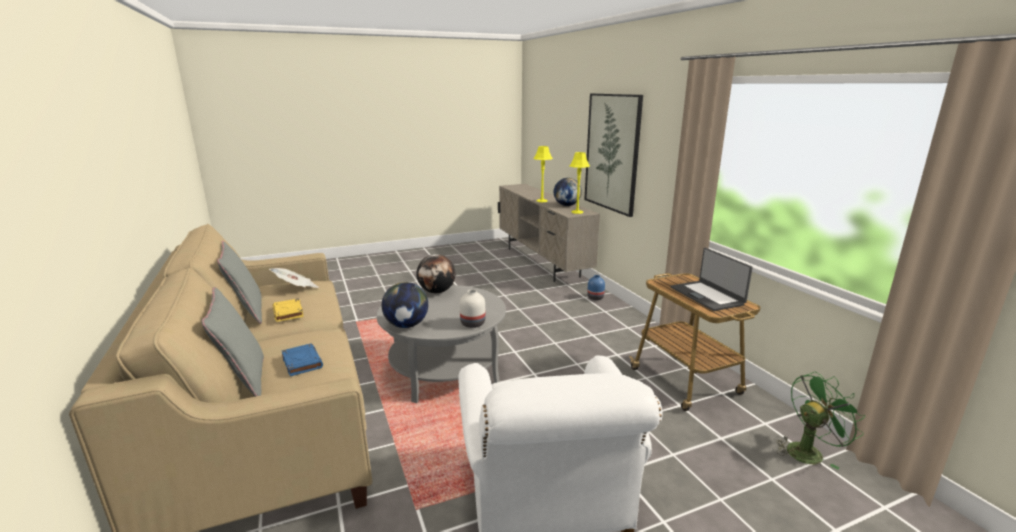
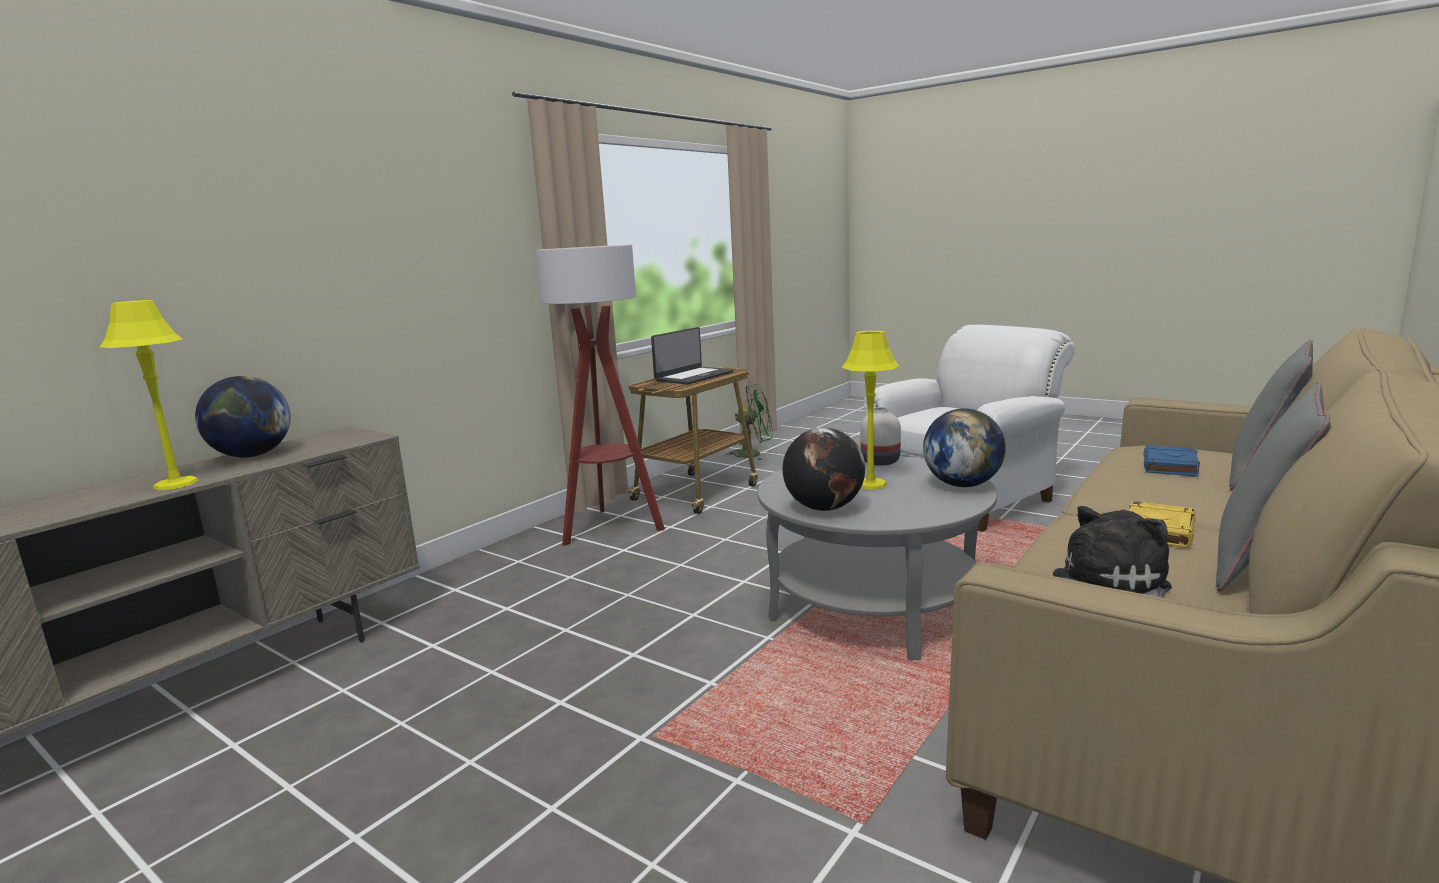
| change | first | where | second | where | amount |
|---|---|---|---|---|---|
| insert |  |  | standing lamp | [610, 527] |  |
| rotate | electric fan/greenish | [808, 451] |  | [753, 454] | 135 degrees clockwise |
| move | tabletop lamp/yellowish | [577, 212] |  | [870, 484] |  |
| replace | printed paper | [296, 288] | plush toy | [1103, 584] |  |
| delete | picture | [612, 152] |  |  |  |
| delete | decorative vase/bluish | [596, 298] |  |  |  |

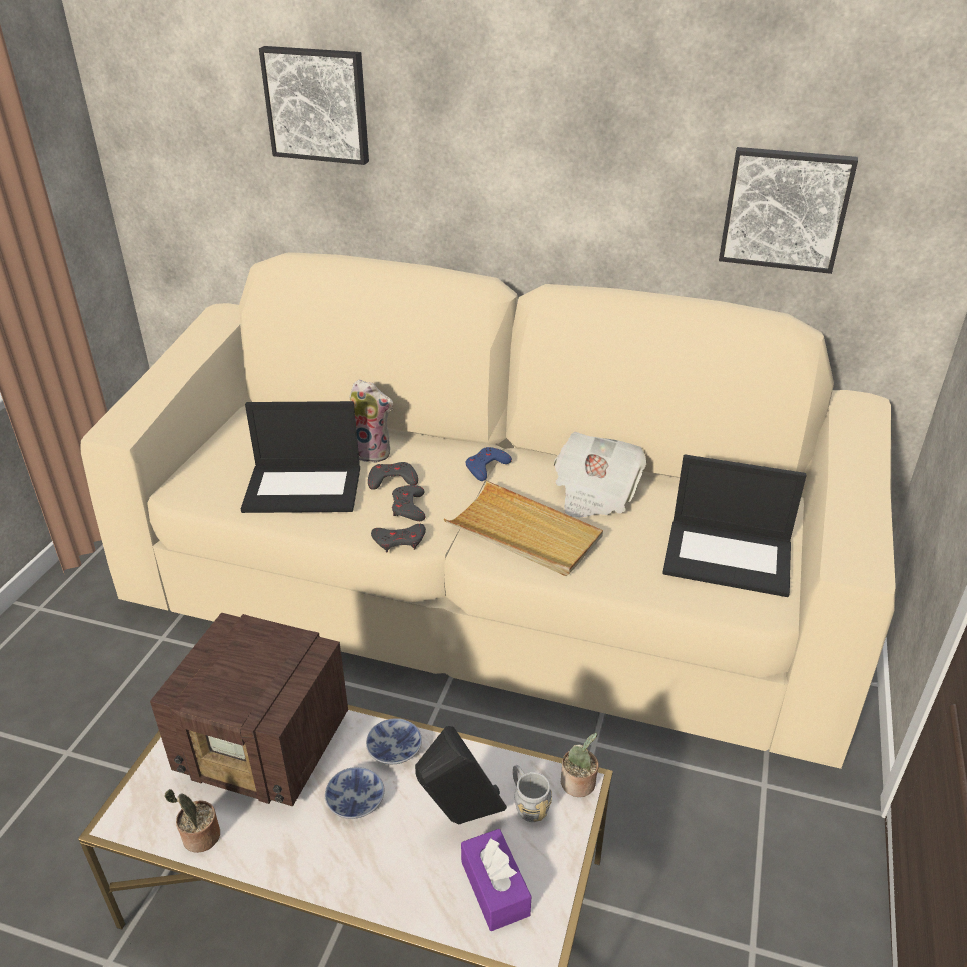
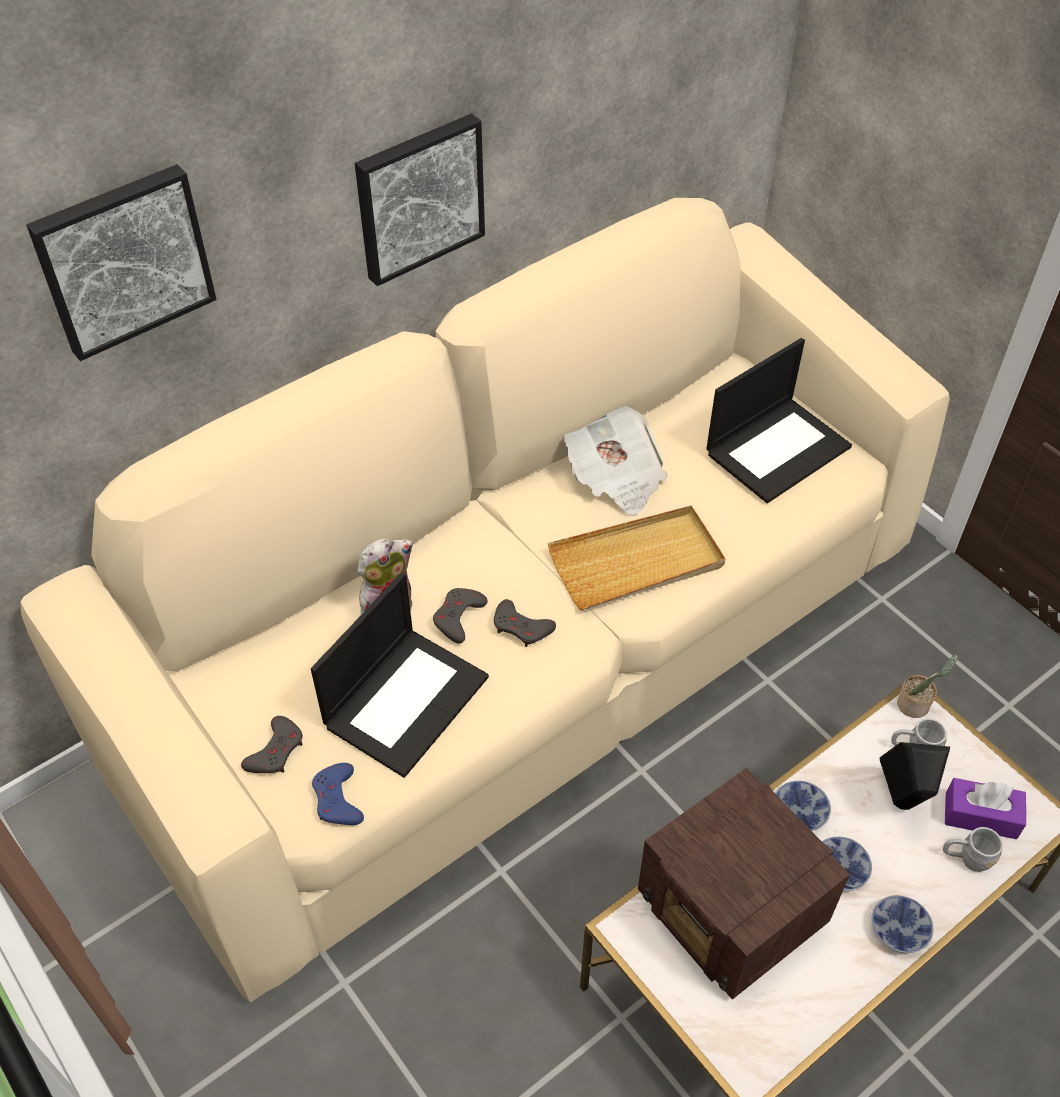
| change | first | where | second | where | amount |
|---|---|---|---|---|---|
| move | gamepad/greyish | [399, 541] |  | [276, 751] |  |
| move | gamepad/bluish | [486, 467] |  | [338, 799] |  |
| move | picture | [785, 209] |  | [418, 197] |  |
| rotate | radio receiver | [266, 747] |  | [732, 913] | 90 degrees clockwise |
| insert |  |  | serving bowl | [901, 930] |  |
| insert |  |  | coffee mug/greyish | [967, 858] |  |
| delete | potted plant | [199, 838] |  |  |  |

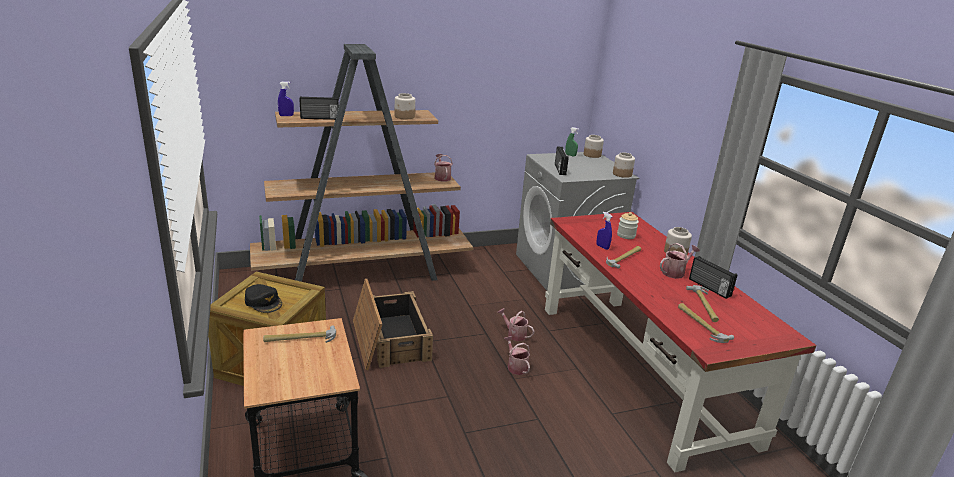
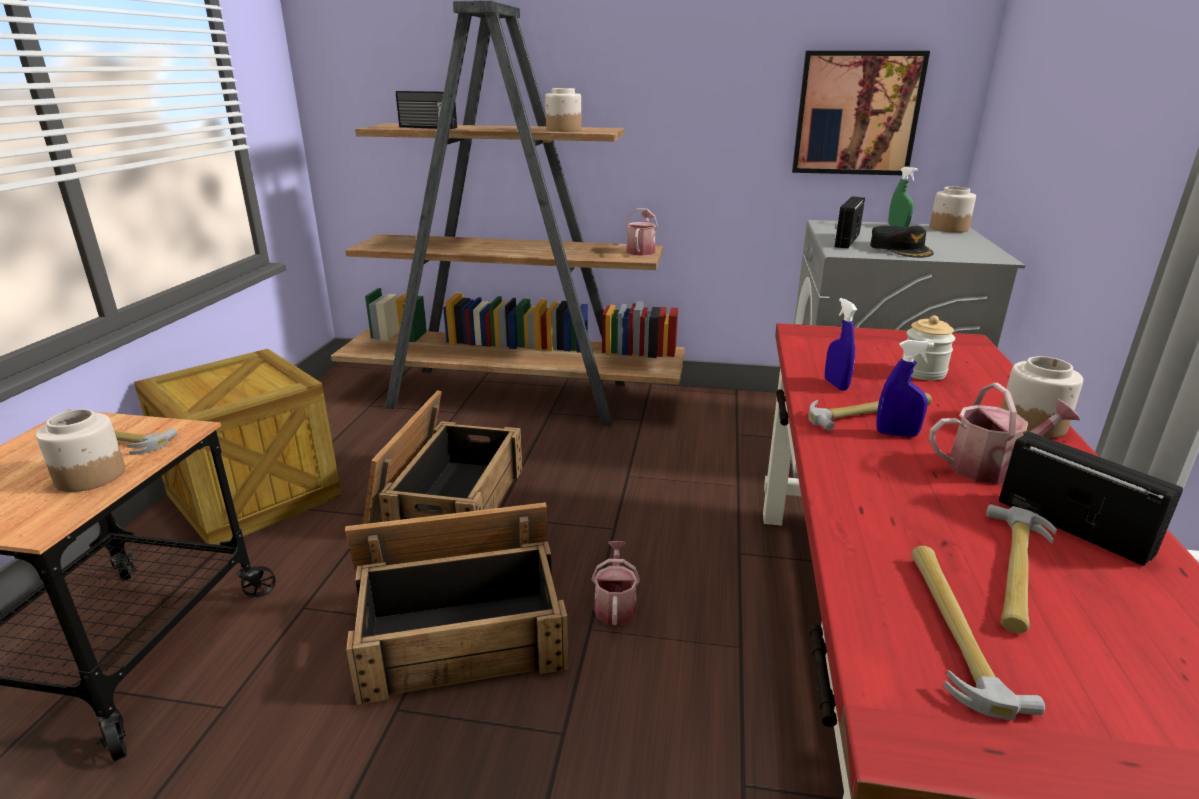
| change | first | where | second | where | amount |
|---|---|---|---|---|---|
| move | storage jar | [622, 174] |  | [89, 476] |  |
| insert |  |  | packing crate | [462, 629] |  |
| insert |  |  | picture | [856, 113] |  |
| move | peaked cap/black | [263, 302] |  | [900, 249] |  |
| move | sprayer/bluish | [286, 115] |  | [896, 434] |  |
| rotate | radio receiver | [709, 288] |  | [1073, 526] | 150 degrees clockwise |
| delete | sprinkling can | [514, 334] |  |  |  |

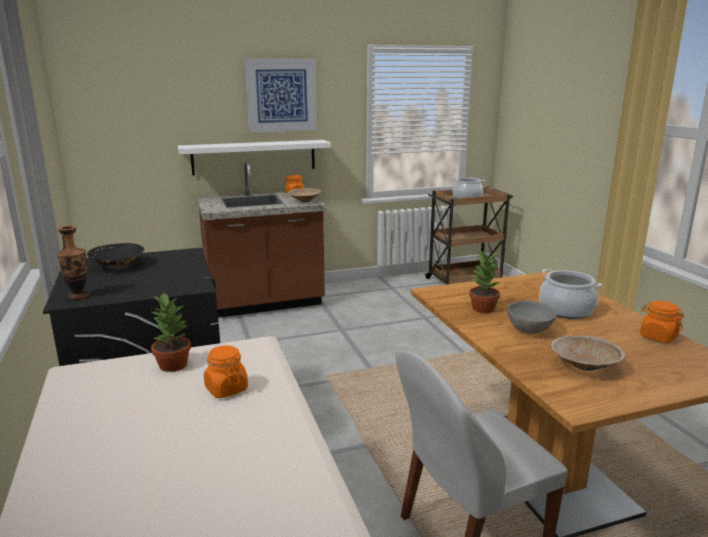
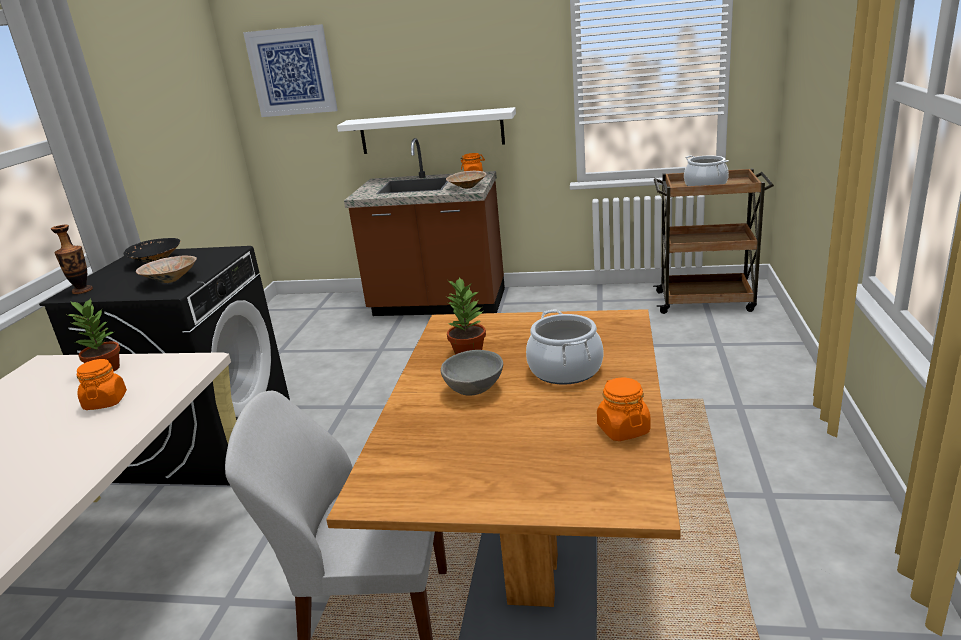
| change | first | where | second | where | amount |
|---|---|---|---|---|---|
| move | serving bowl/beige-coloured | [583, 366] |  | [171, 280] |  |
| move | picture | [281, 95] |  | [292, 71] |  |

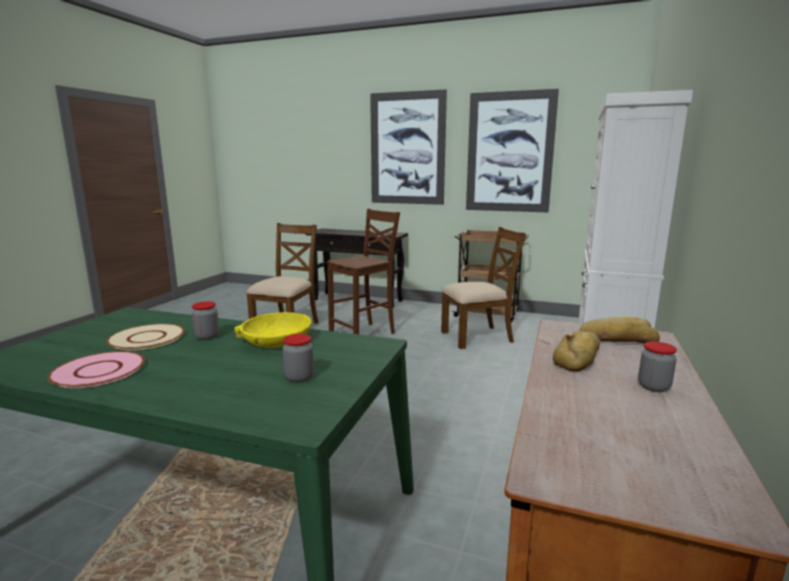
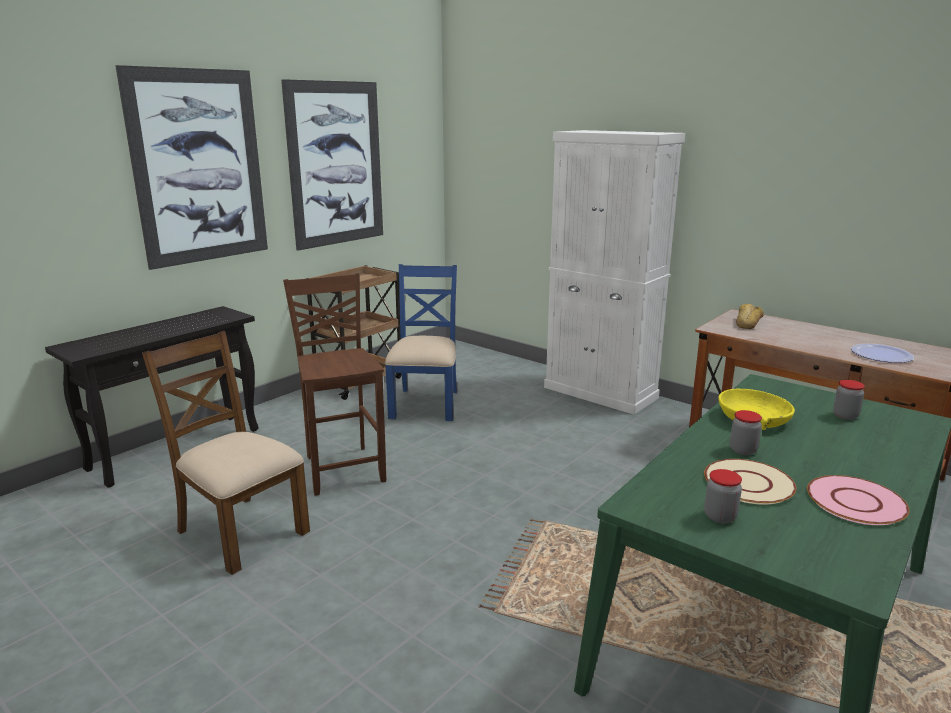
| change | first | where | second | where | amount |
|---|---|---|---|---|---|
| recolor | plain chair/brown-coloured | [478, 337] | plain chair/bluish | [425, 404] |  |
| move | storage jar | [653, 387] |  | [720, 516] |  |
| insert |  |  | flat dish | [881, 355] |  |
| delete | bakery bread | [579, 357] |  |  |  |

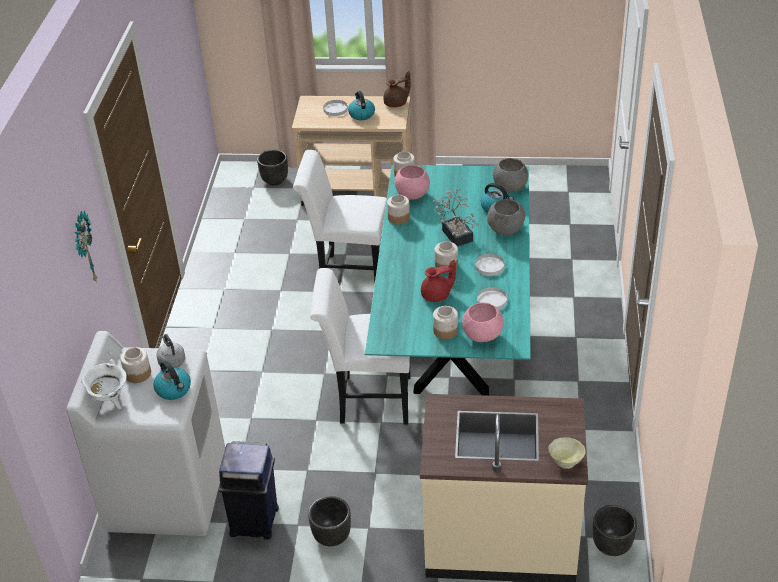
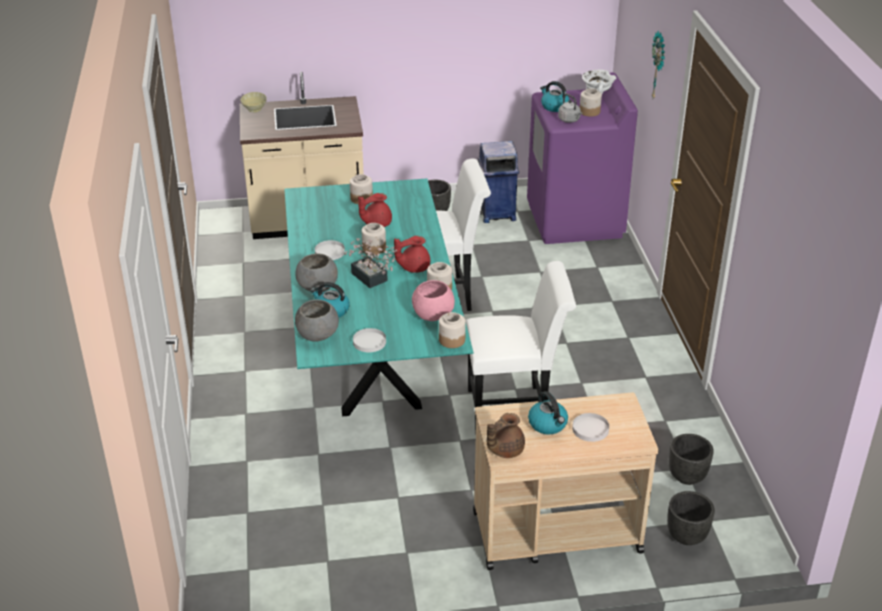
| change | first | where | second | where | amount |
|---|---|---|---|---|---|
| move | flat dish/whitish | [491, 300] |  | [369, 342] |  |
| insert |  |  | pot for tea/red | [413, 267] |  |
| recolor | laundry machine/whitish | [167, 493] | laundry machine/purplish | [575, 220] |  |
| move | flower pot/black | [611, 545] |  | [687, 476] |  |
| delete | serving bowl/pink | [482, 335] |  |  |  |

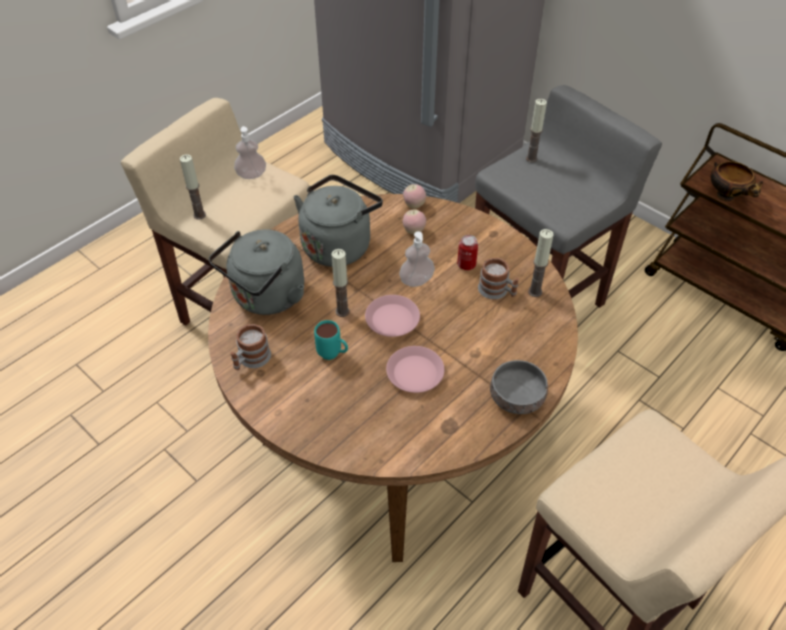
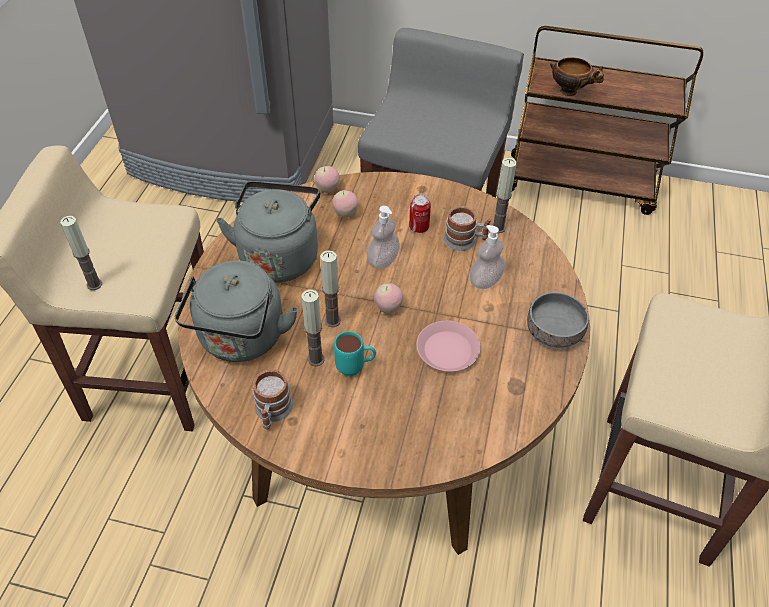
| change | first | where | second | where | amount |
|---|---|---|---|---|---|
| move | wax candle | [531, 158] |  | [316, 359] |  |
| replace | flat dish/pink | [392, 320] | apple | [388, 308] |  |
| move | liquid soap bottle | [251, 175] |  | [485, 281] |  |

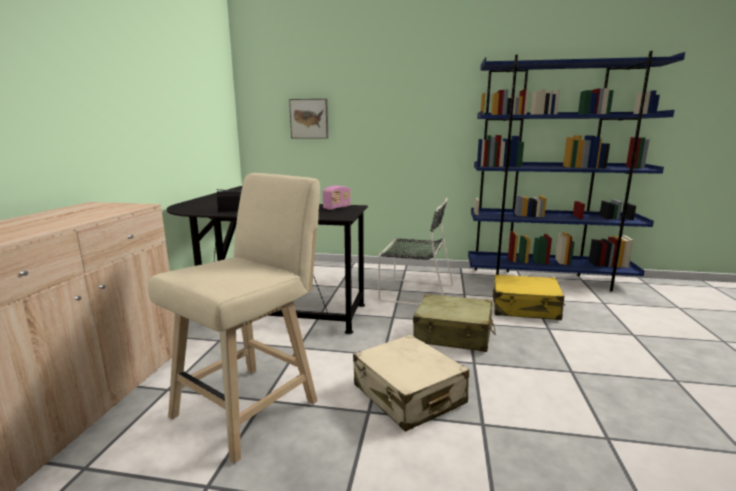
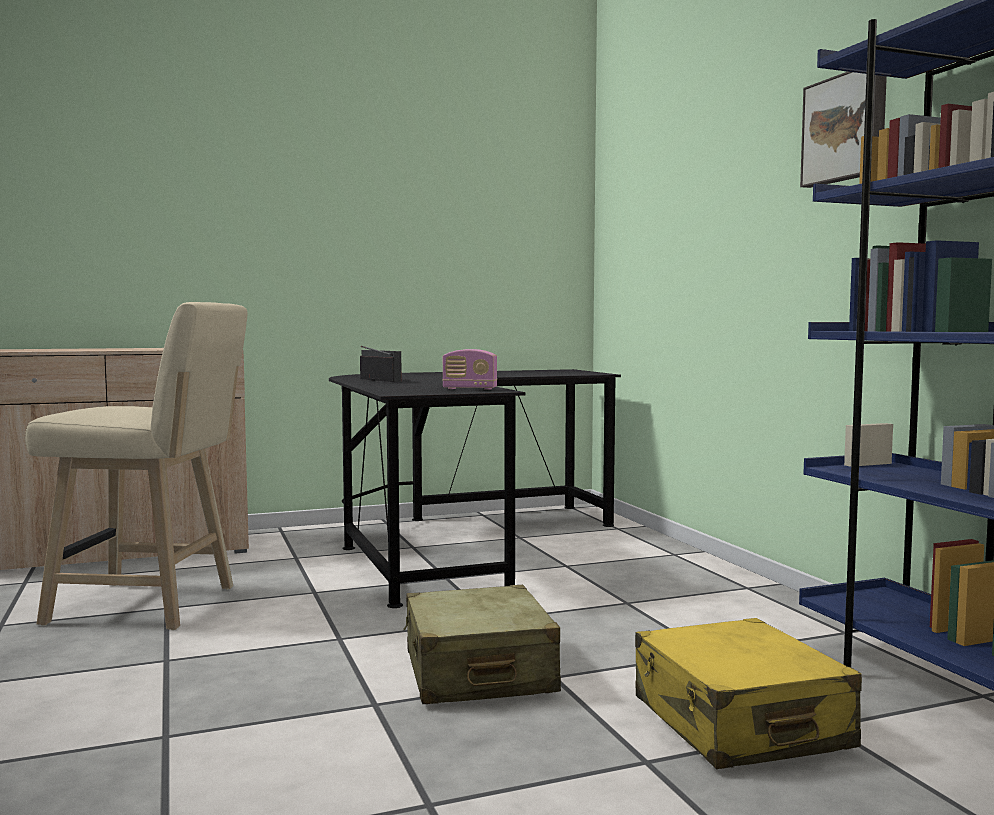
| change | first | where | second | where | amount |
|---|---|---|---|---|---|
| move | picture | [309, 119] |  | [846, 128] |  |
| delete | travel case/beige-coloured | [408, 394] |  |  |  |
| delete | plain chair/black | [414, 292] |  |  |  |

